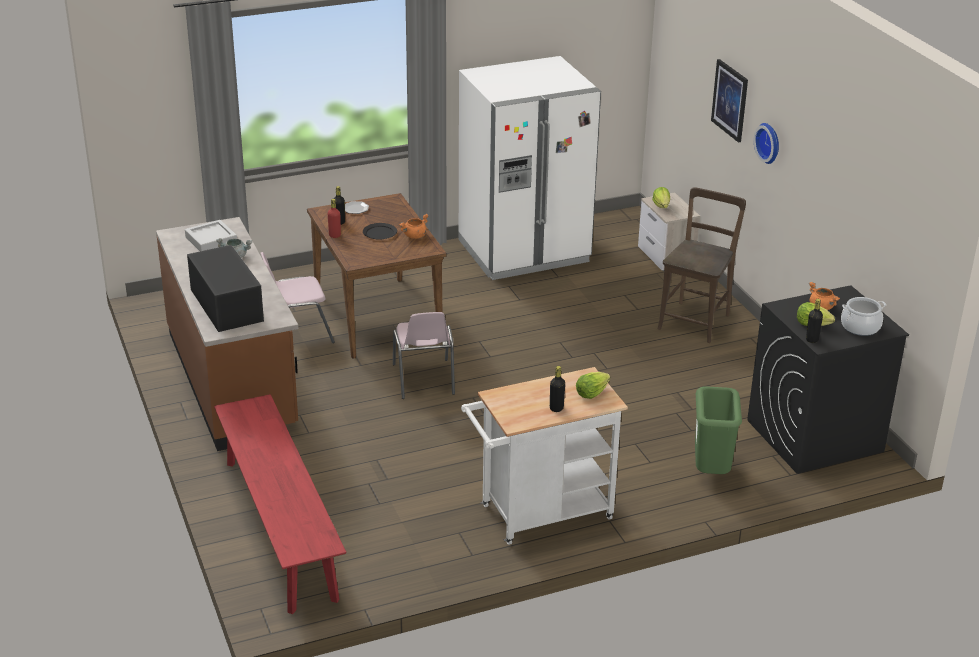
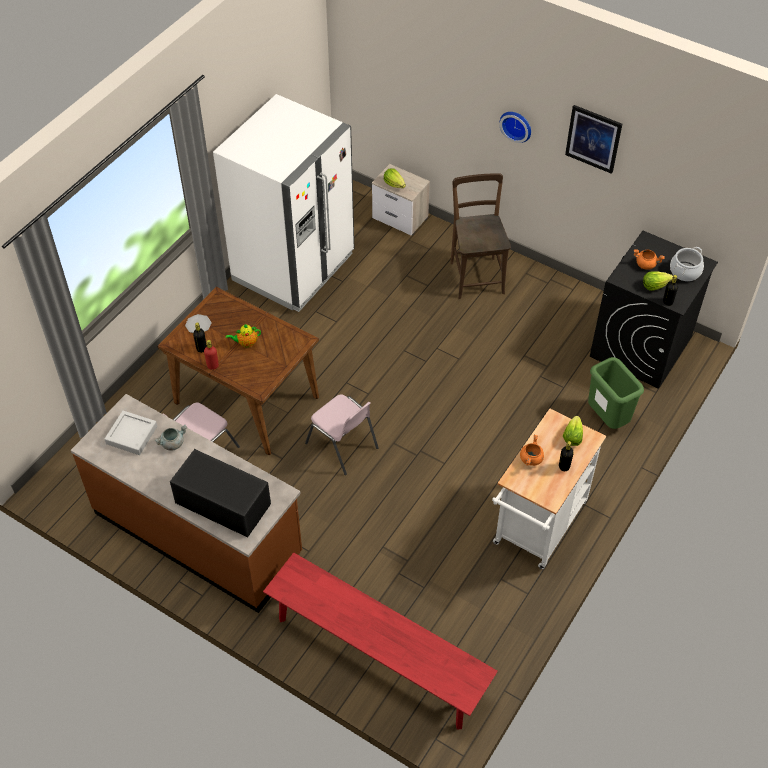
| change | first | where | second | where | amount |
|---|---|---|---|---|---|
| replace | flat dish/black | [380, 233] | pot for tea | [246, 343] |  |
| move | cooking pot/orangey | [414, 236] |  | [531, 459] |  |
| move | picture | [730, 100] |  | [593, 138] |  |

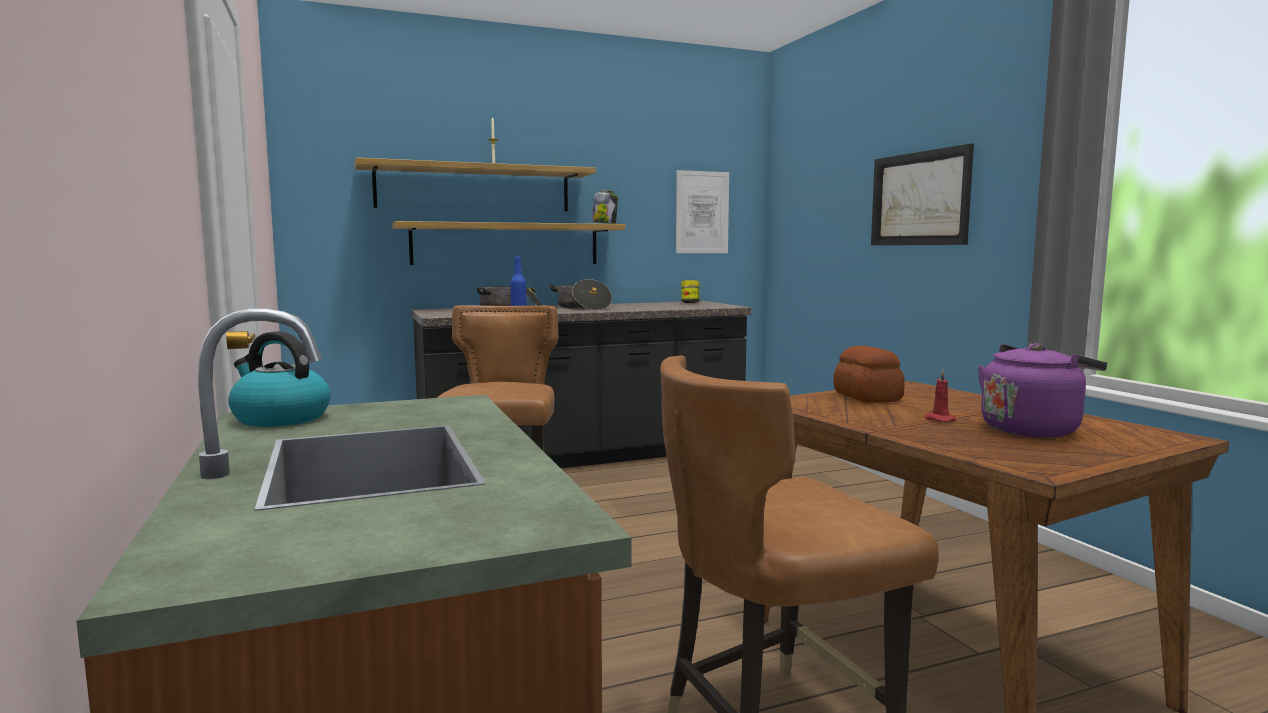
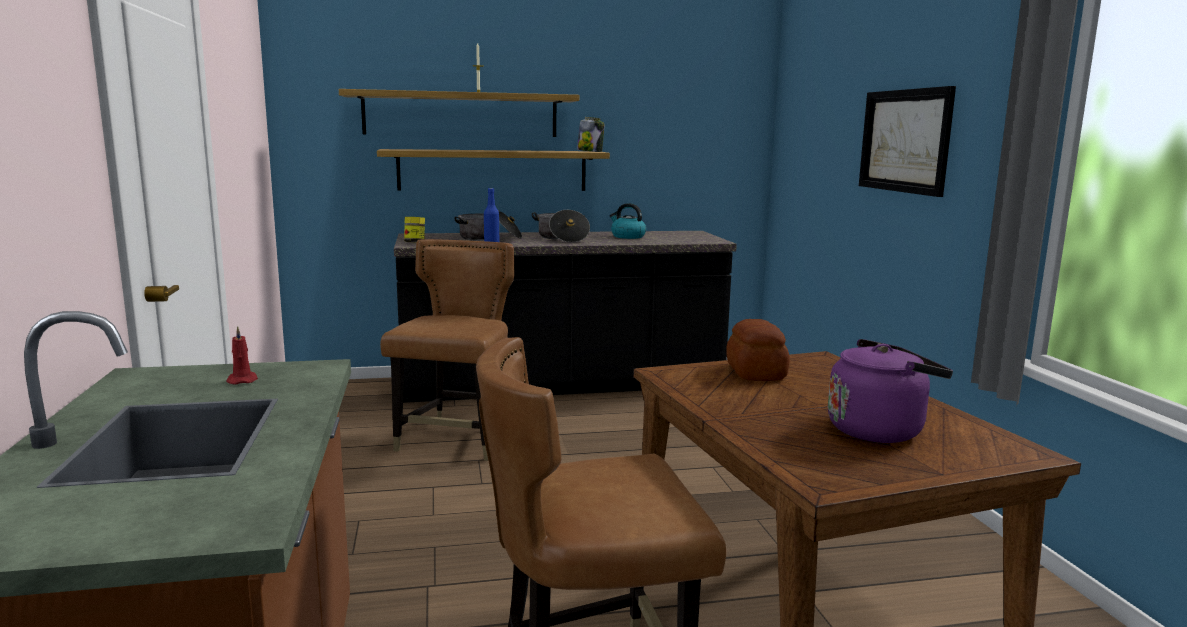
| change | first | where | second | where | amount |
|---|---|---|---|---|---|
| move | wax candle/red | [938, 419] |  | [242, 380] |  |
| move | storage jar | [690, 303] |  | [415, 243] |  |
| move | kettle | [279, 418] |  | [627, 236] |  |
| delete | picture | [702, 212] |  |  |  |

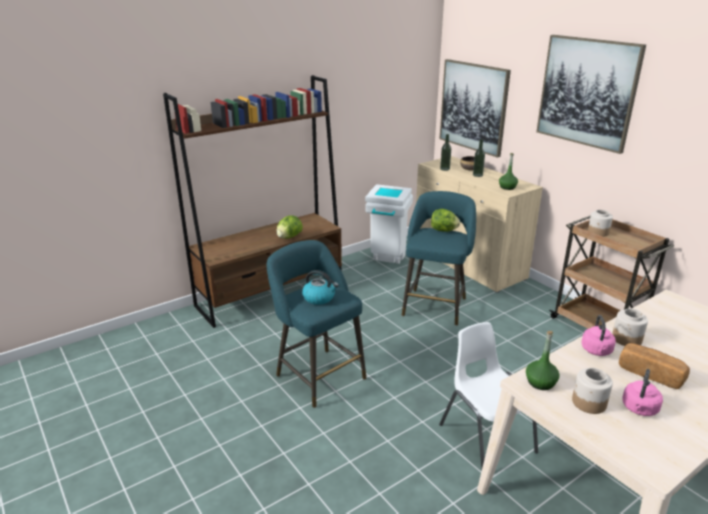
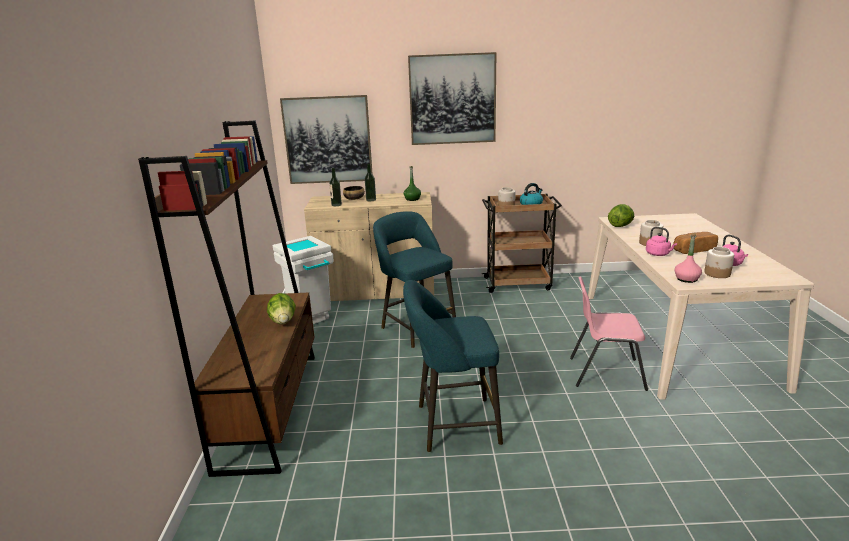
| change | first | where | second | where | amount |
|---|---|---|---|---|---|
| move | kettle | [319, 298] |  | [531, 204] |  |
| recolor | plain chair/whitish | [485, 437] | plain chair/pink | [605, 373] |  |
| move | lettuce head | [444, 230] |  | [620, 226] |  |
| recolor | beverage bottle/greenish | [540, 382] | beverage bottle/pink | [686, 279] |  |

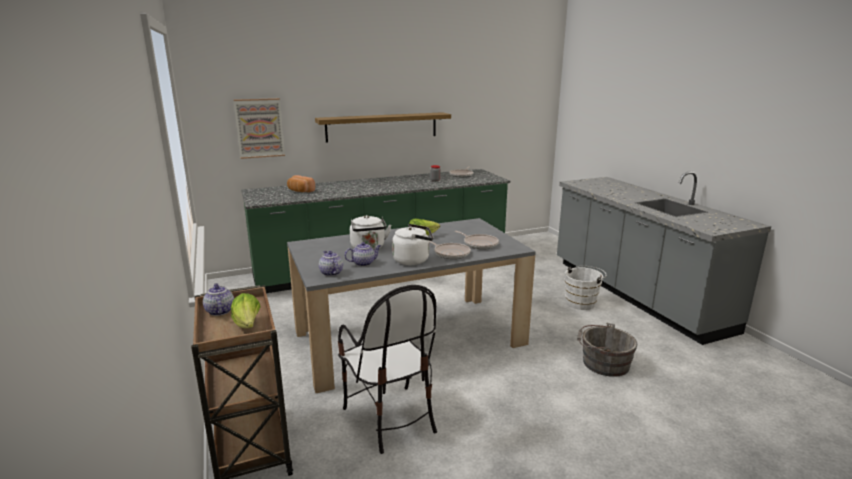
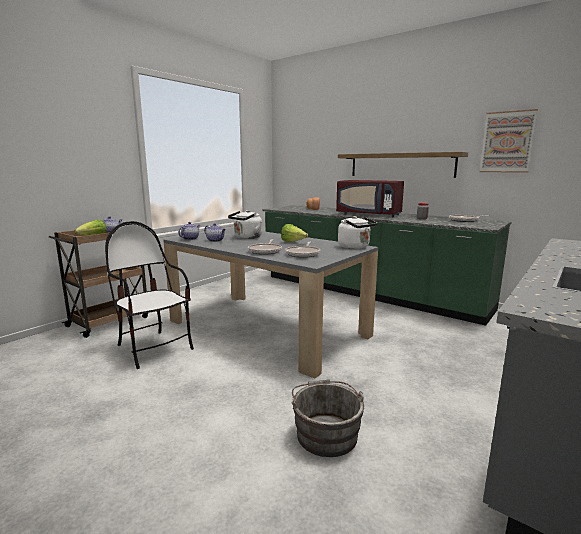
| change | first | where | second | where | amount |
|---|---|---|---|---|---|
| rotate | plain chair | [390, 418] |  | [154, 348] | 105 degrees clockwise |
| insert |  |  | microwave oven/red | [369, 214] |  |
| move | kettle/whitish | [413, 260] |  | [355, 247] |  |
| move | picture | [259, 128] |  | [507, 142] |  |
| delete | bucket/whitish | [582, 303] |  |  |  |

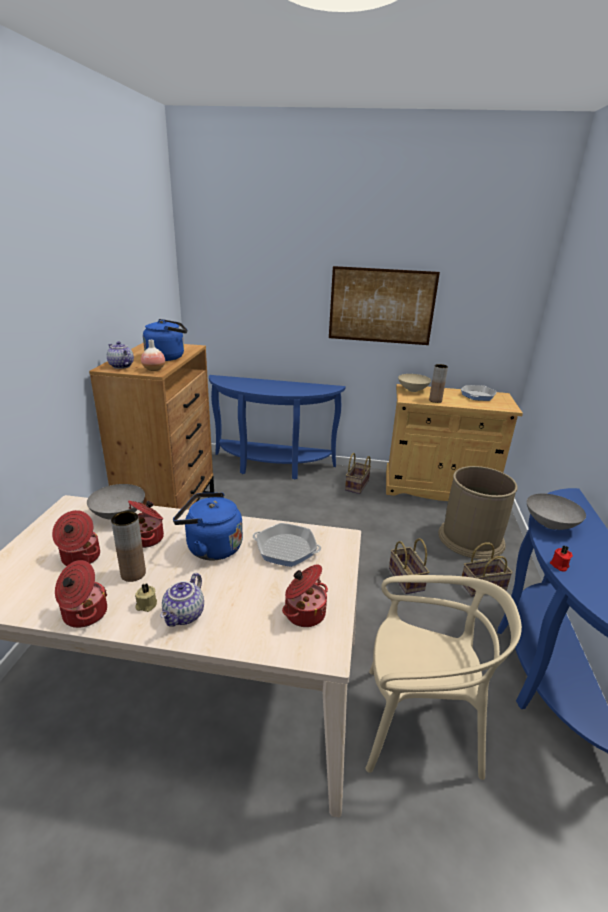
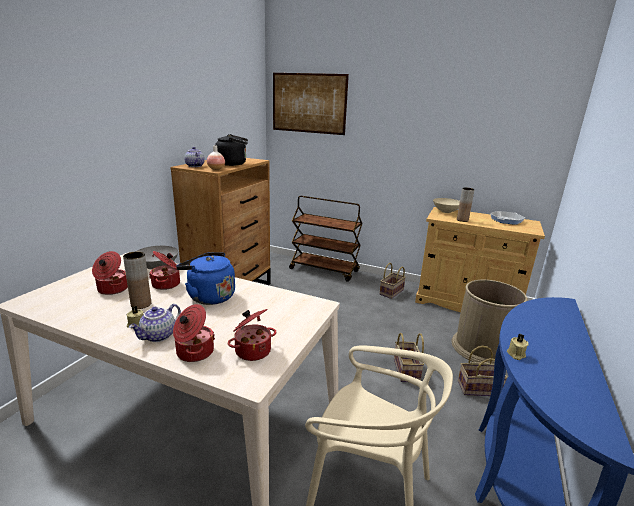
| change | first | where | second | where | amount |
|---|---|---|---|---|---|
| move | cooking pot | [84, 614] |  | [194, 352] |  |
| recolor | kettle/bluish | [168, 357] | kettle/black | [233, 164] |  |
| move | picture | [381, 306] |  | [308, 103] |  |
| replace | console table/bluish | [271, 467] | cart/brown-coloured | [324, 270] |  |
| recolor | wax candle/red | [559, 565] | wax candle/beige-coloured | [515, 354] |  |
| delete | skillet | [286, 549] |  |  |  |
| delete | serving bowl/greyish | [550, 524] |  |  |  |

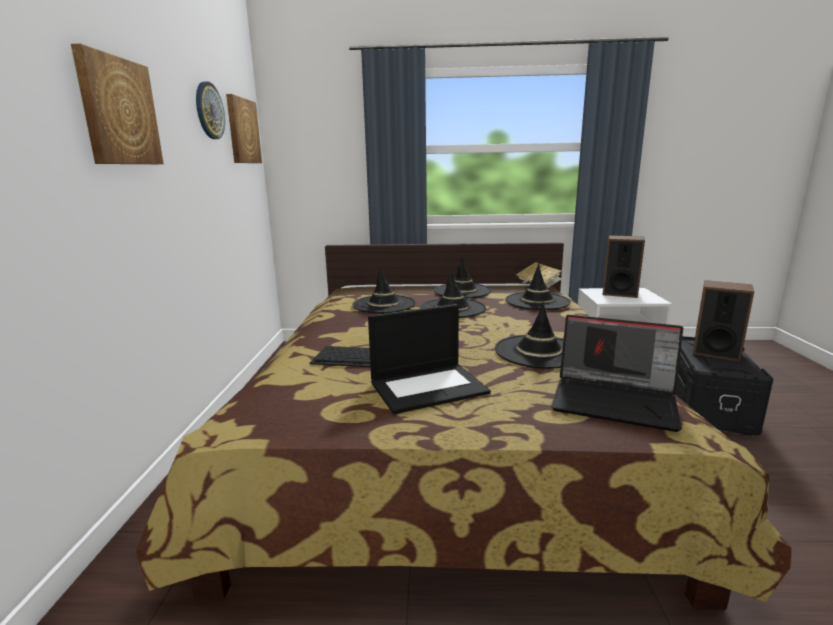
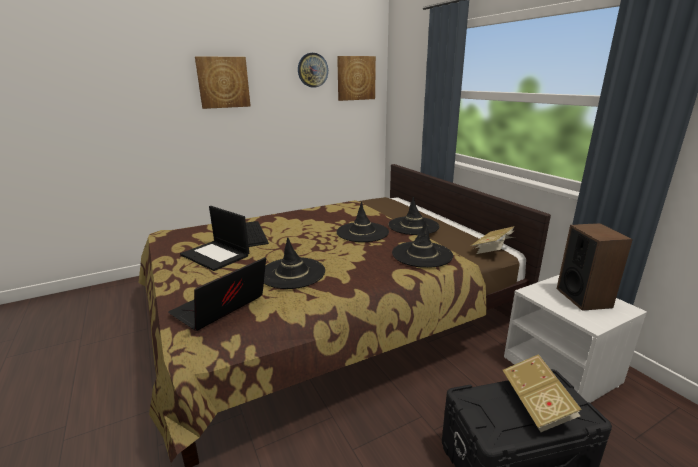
| change | first | where | second | where | amount |
|---|---|---|---|---|---|
| rotate | portable computer | [616, 400] |  | [220, 308] | 45 degrees clockwise |
| replace | loudspeaker | [715, 352] | book | [537, 405] |  |
| delete | wearable hat/black | [384, 304] |  |  |  |

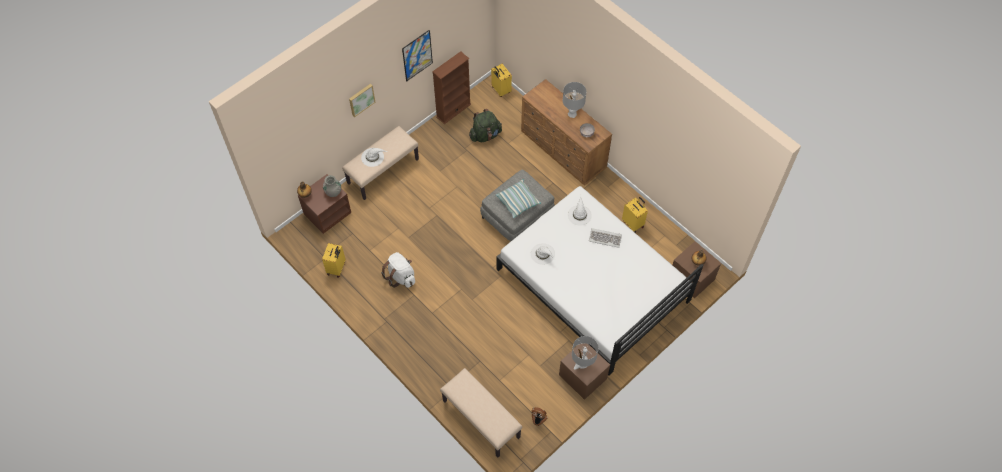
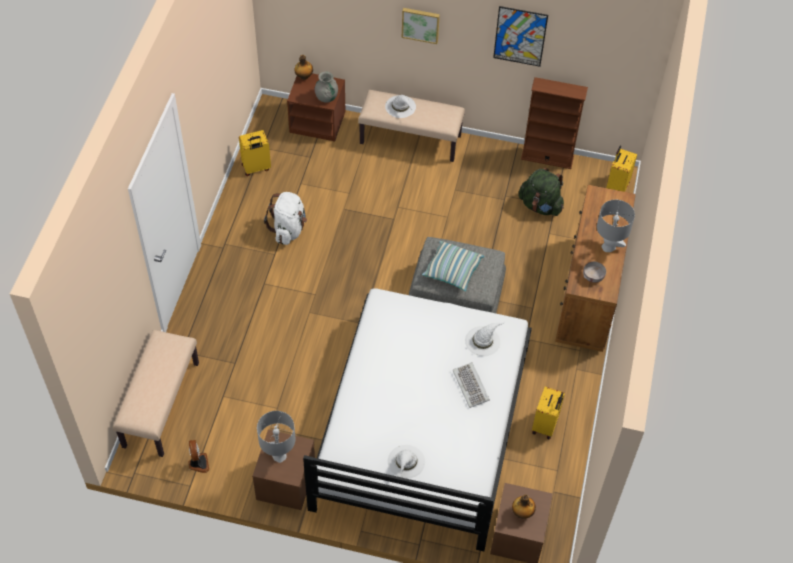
| change | first | where | second | where | amount |
|---|---|---|---|---|---|
| move | wearable hat/whitish | [543, 254] |  | [406, 462] |  |

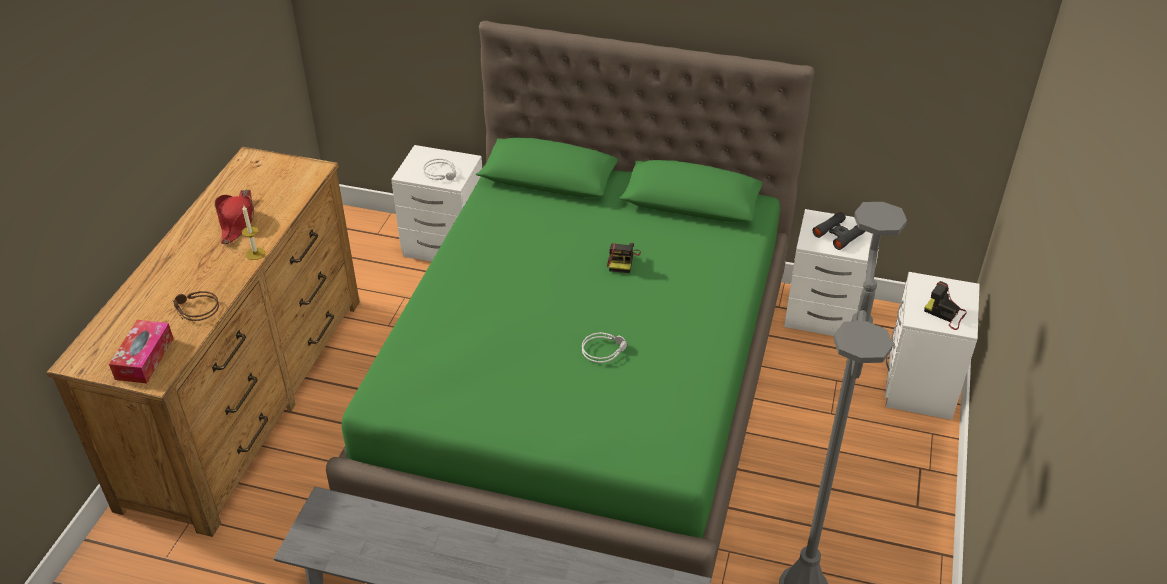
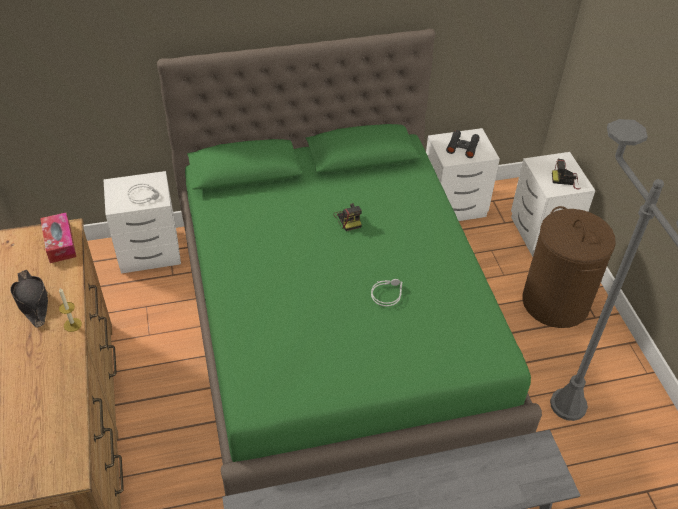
| change | first | where | second | where | amount |
|---|---|---|---|---|---|
| recolor | wearable hat/red | [237, 221] | wearable hat/black | [32, 302] |  |
| move | tissue box | [144, 358] |  | [60, 243] |  |
| insert |  |  | washing basket/brown-coloured | [555, 302] |  |
| delete | headphones/brown-coloured | [195, 310] |  |  |  |

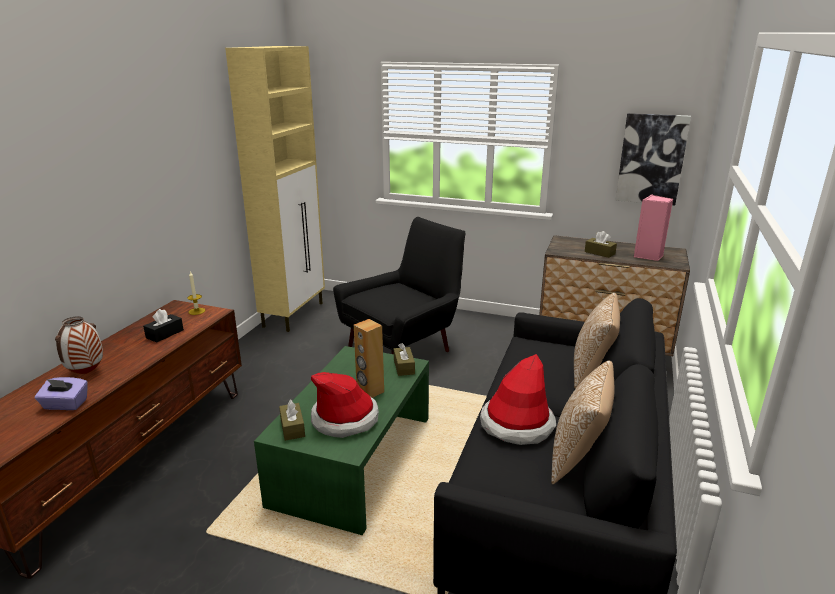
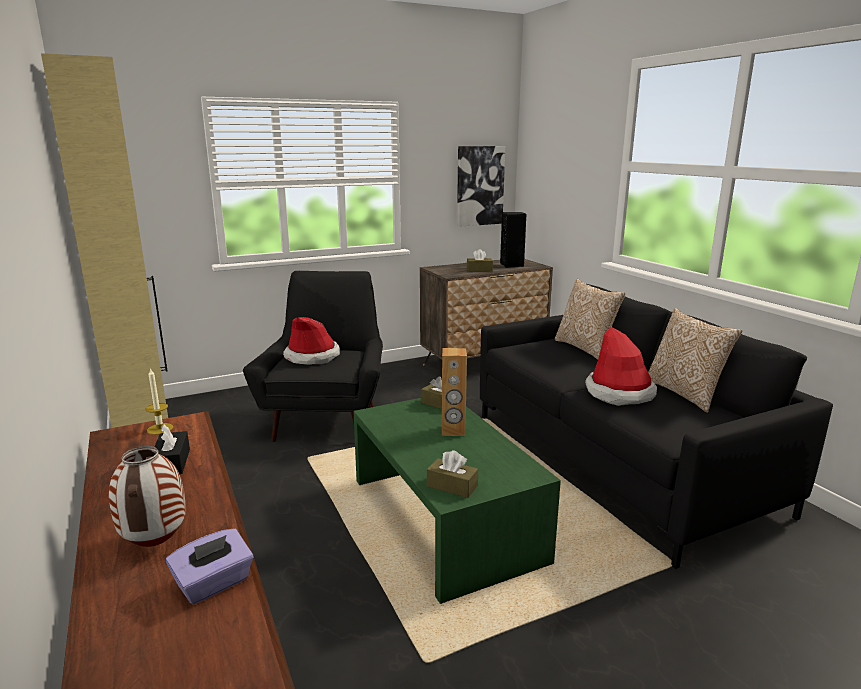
| change | first | where | second | where | amount |
|---|---|---|---|---|---|
| move | wearable hat | [345, 418] |  | [312, 356] |  |
| recolor | loudspeaker/pink | [648, 256] | loudspeaker/black | [512, 265] |  |

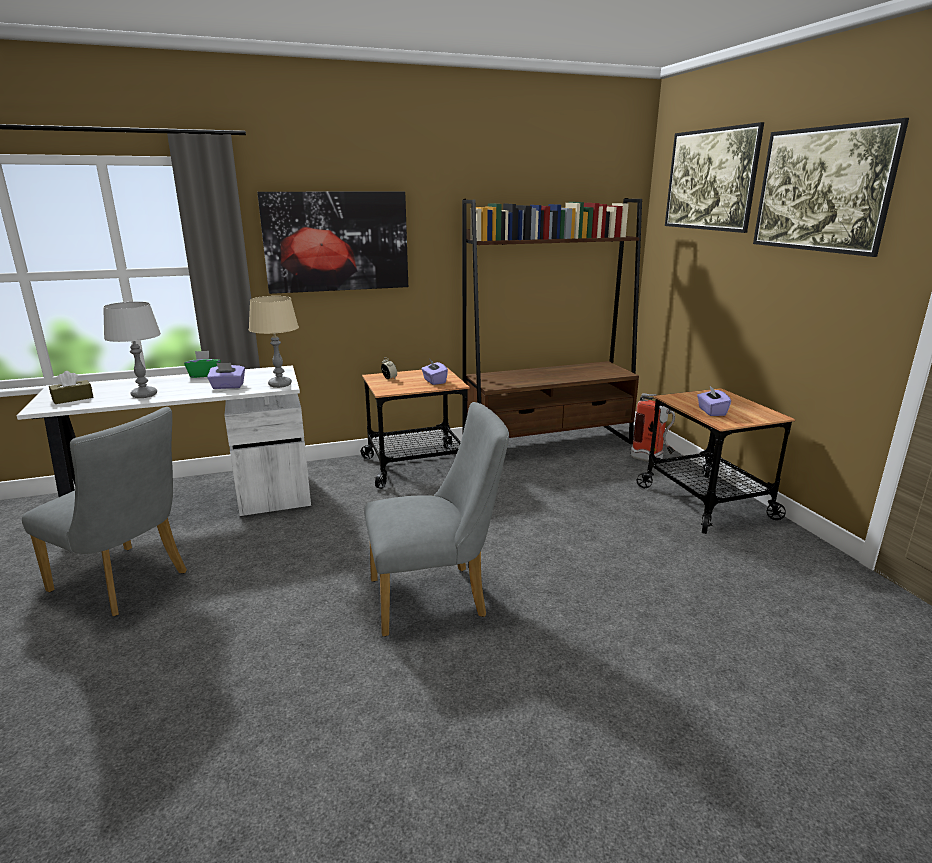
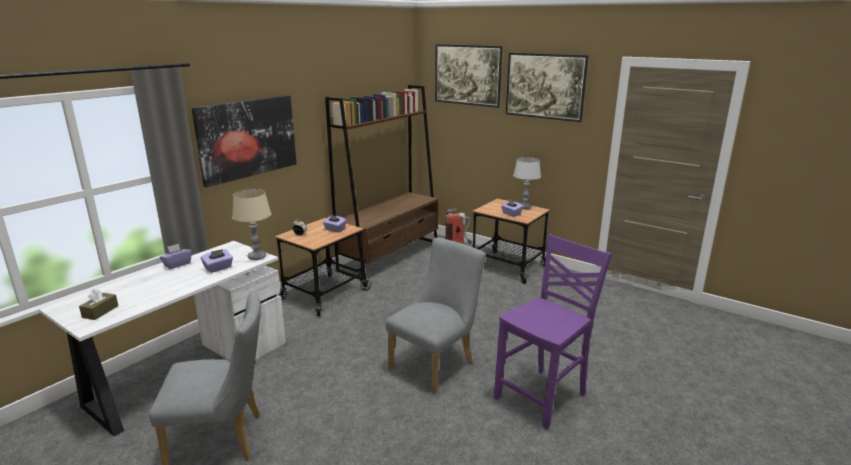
| change | first | where | second | where | amount |
|---|---|---|---|---|---|
| recolor | tissue box/greenish | [205, 375] | tissue box/purplish | [177, 264] |  |
| insert |  |  | plain chair/purplish | [543, 397] |  |
| move | tabletop lamp/greyish | [144, 395] |  | [524, 207] |  |

